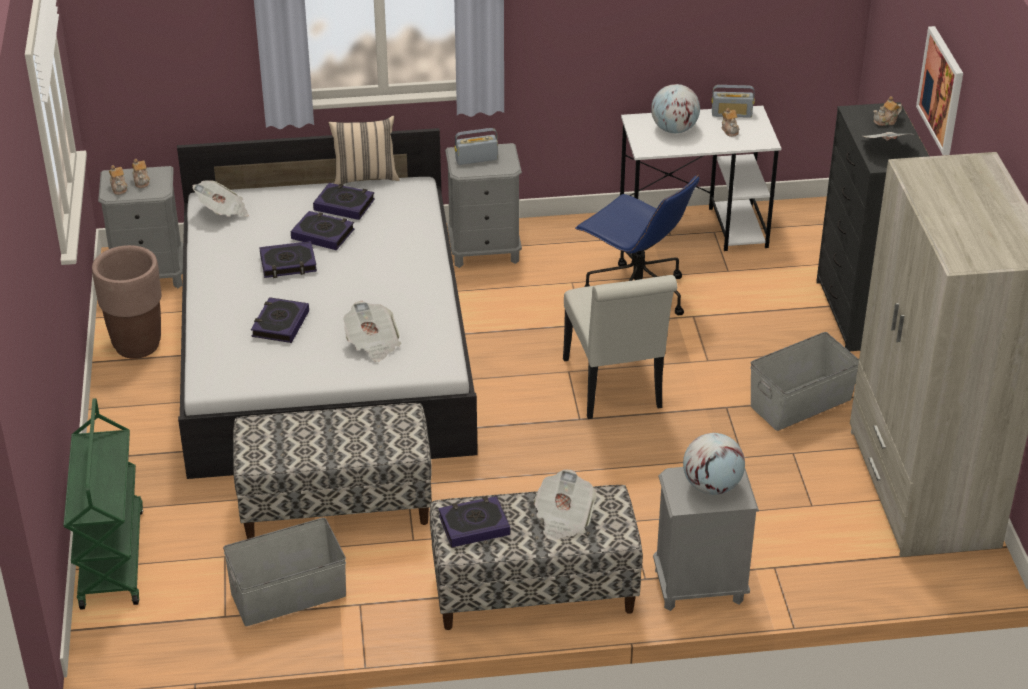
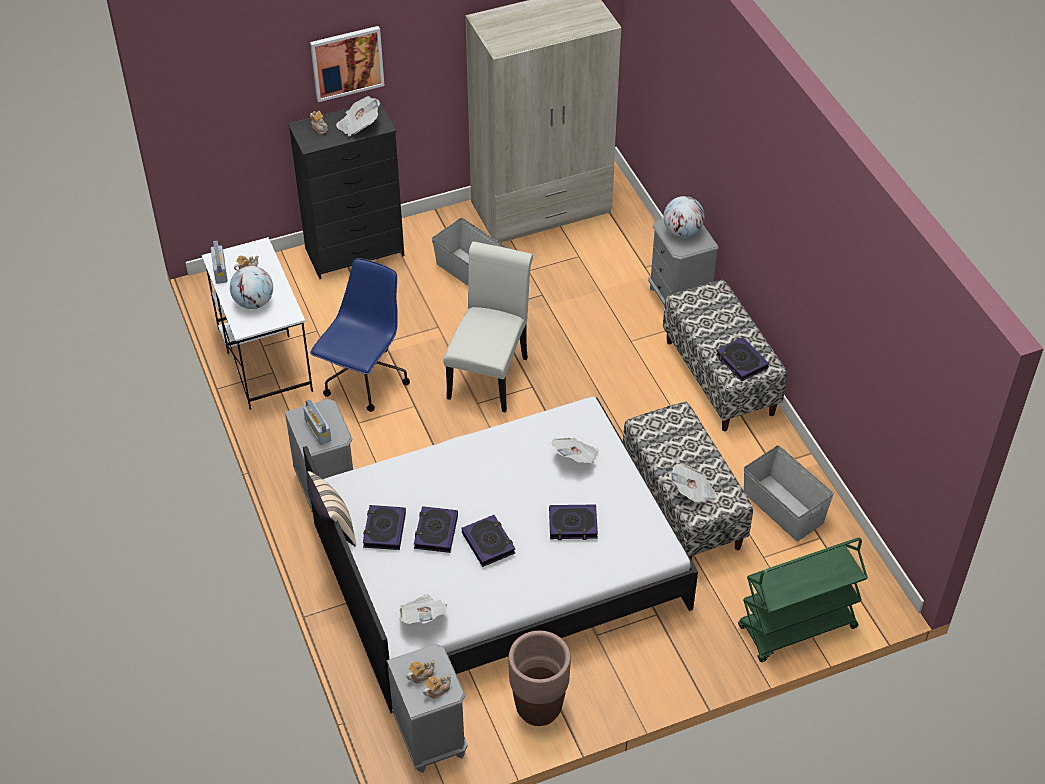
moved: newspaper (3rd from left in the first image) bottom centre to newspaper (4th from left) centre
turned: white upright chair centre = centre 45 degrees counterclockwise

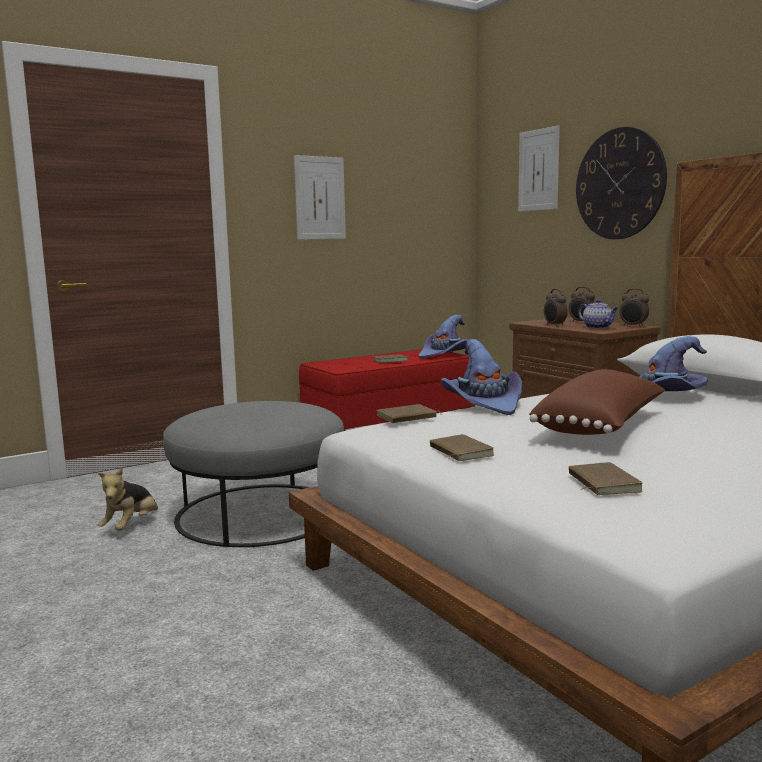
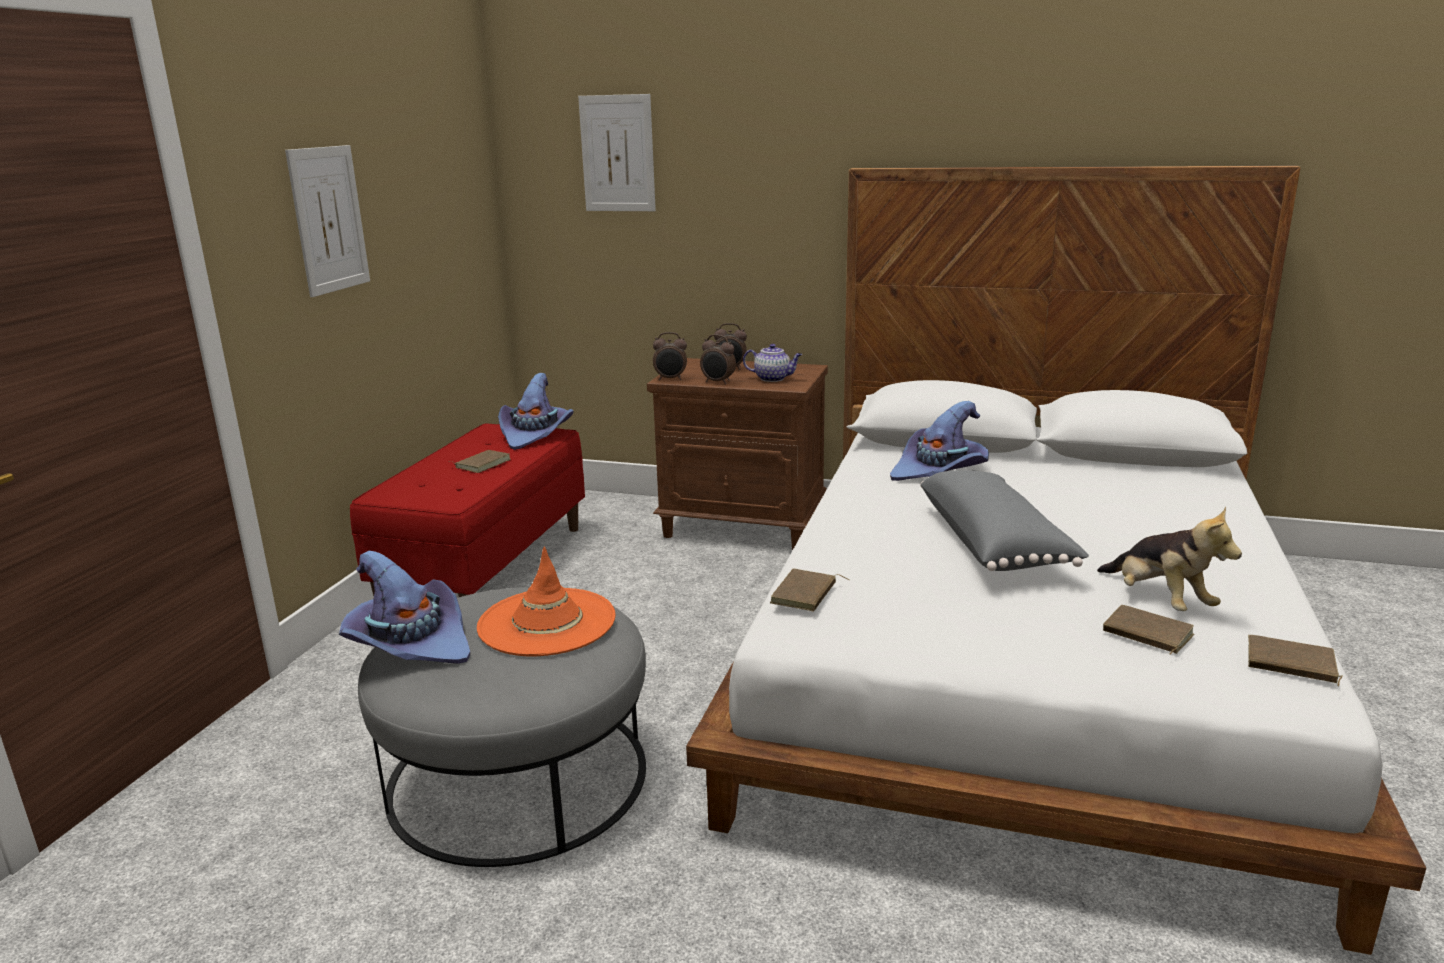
removed: hanging clock top right
added: orange-coloured clothing hat centre
moved: soft toy middle left to middle right; brown-coloured bound book (3rd from left in the first image) centre to brown-coloured bound book (4th from left) bottom right; purple-coloured clothing hat (2nd from left in the first image) centre to purple-coloured clothing hat (1st from left) middle left; table clock (3rd from left in the first image) middle right to table clock (1st from left) centre
recoloured: brown-coloured throw pillow middle right to gray throw pillow middle right

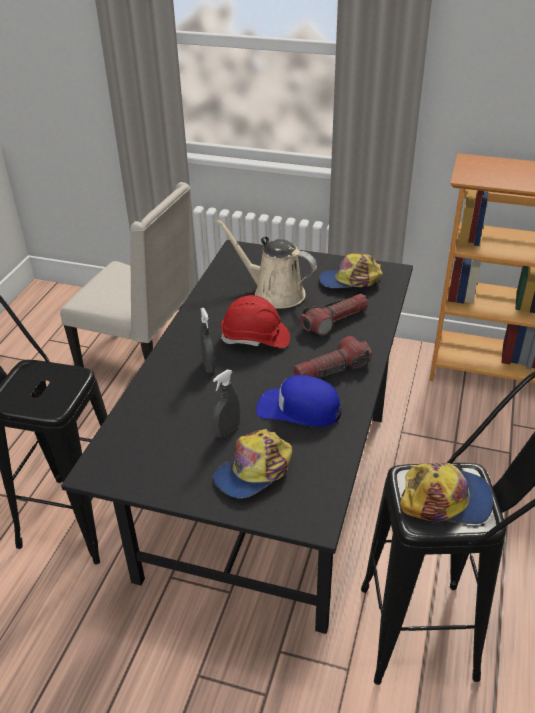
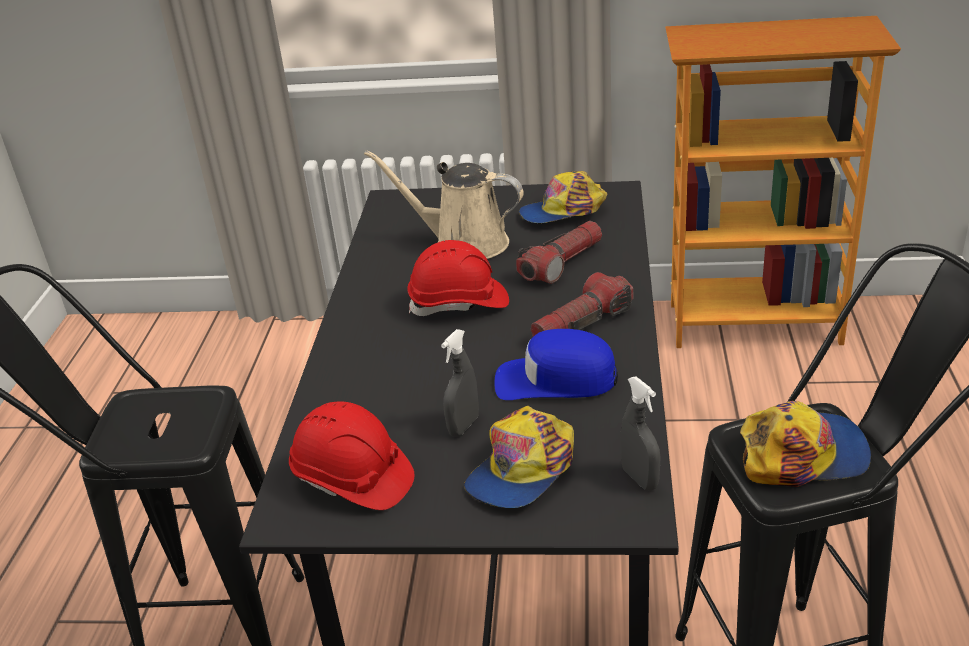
removed: beige-coloured upright chair middle left
added: reddish hard hat (1st from left) bottom centre
moved: gray spray bottle (1st from left in the first image) centre to gray spray bottle (2nd from left) bottom centre

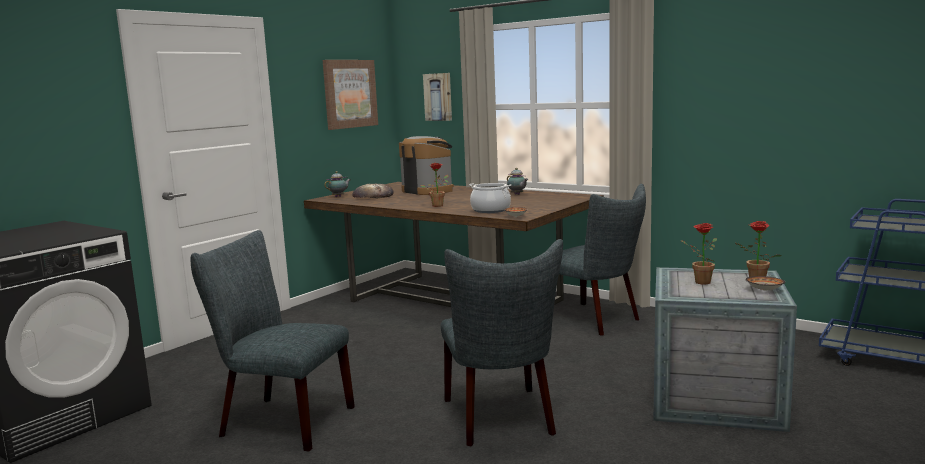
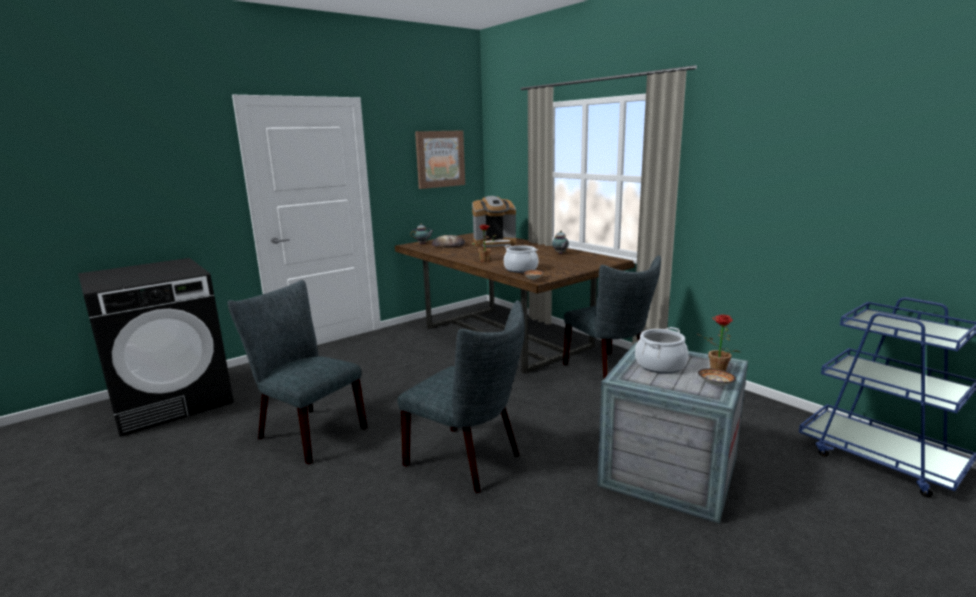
removed: wall art (2nd from left) top centre
replaced: houseplant (2nd from left) middle right to cooking pot (2nd from left) middle right
turned: coffee brewer centre = centre 105 degrees clockwise; gray upright chair (2nd from left) bottom centre = centre 60 degrees counterclockwise

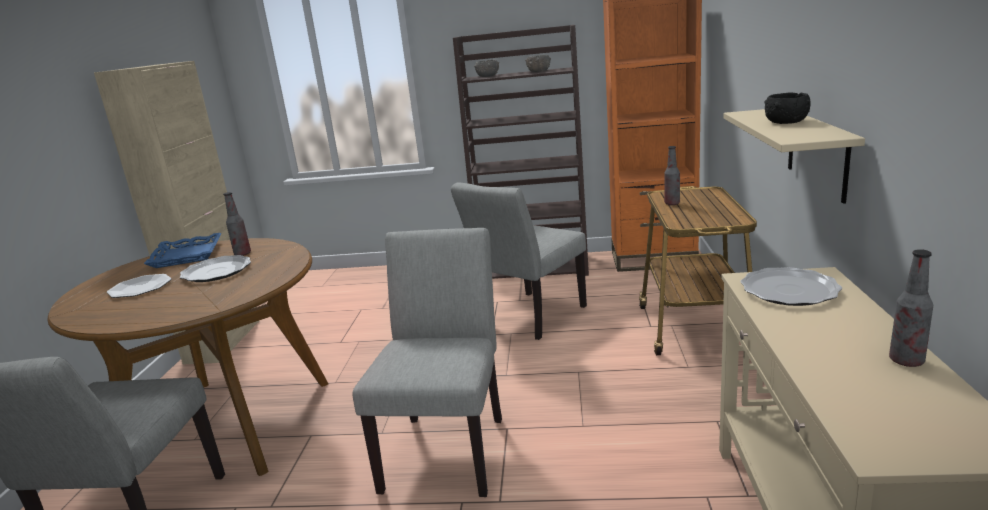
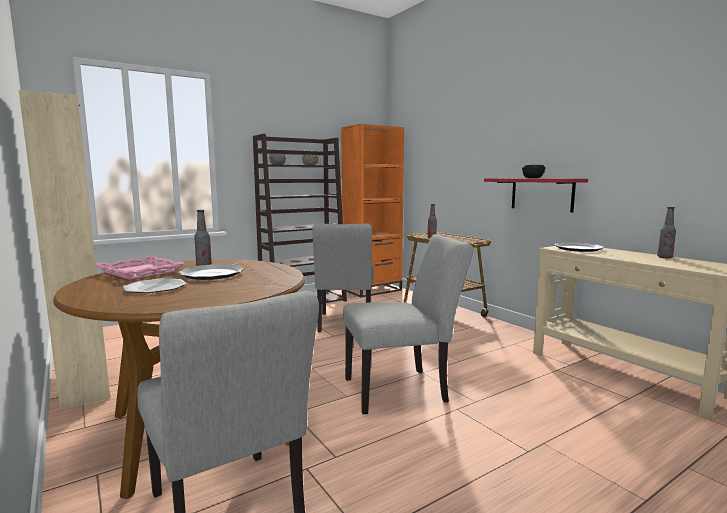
recoloured: blue-coloured serving tray middle left to pink-coloured serving tray middle left; beige-coloured shelf top right to reddish shelf middle right
turned: gray upright chair (2nd from left in the first image) bottom centre = centre 105 degrees clockwise

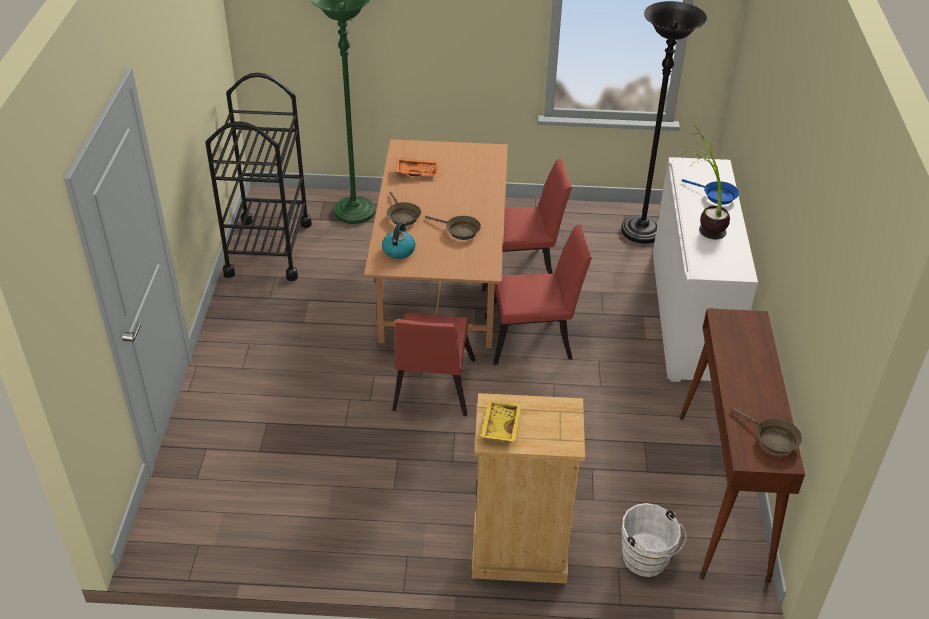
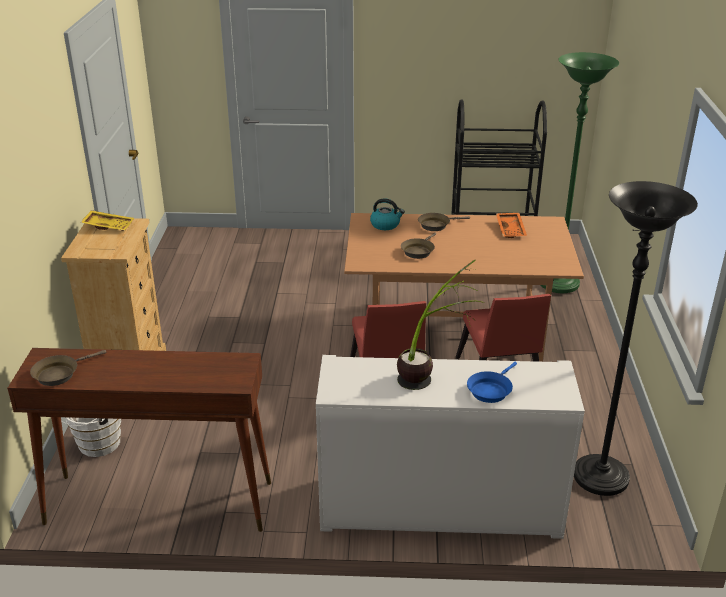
removed: reddish upright chair (1st from left) centre

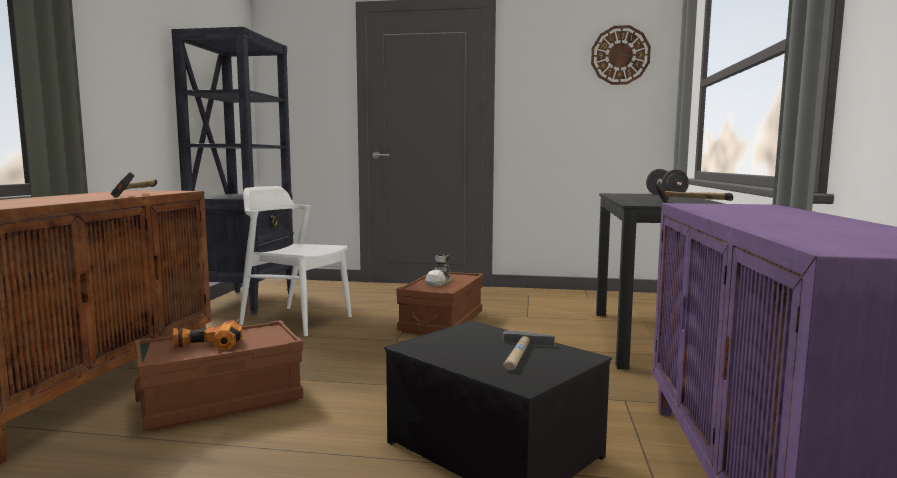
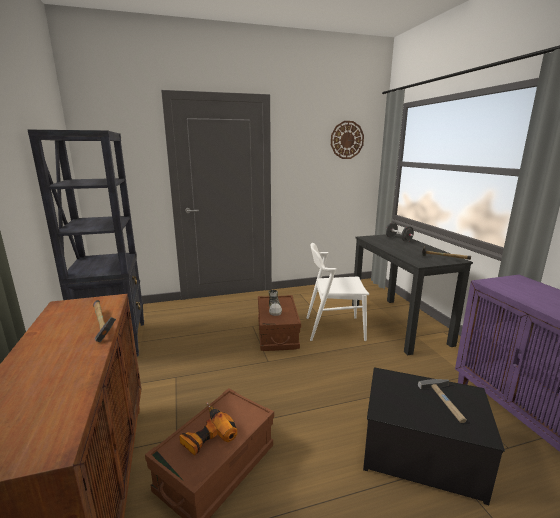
moved: white upright chair middle left to centre

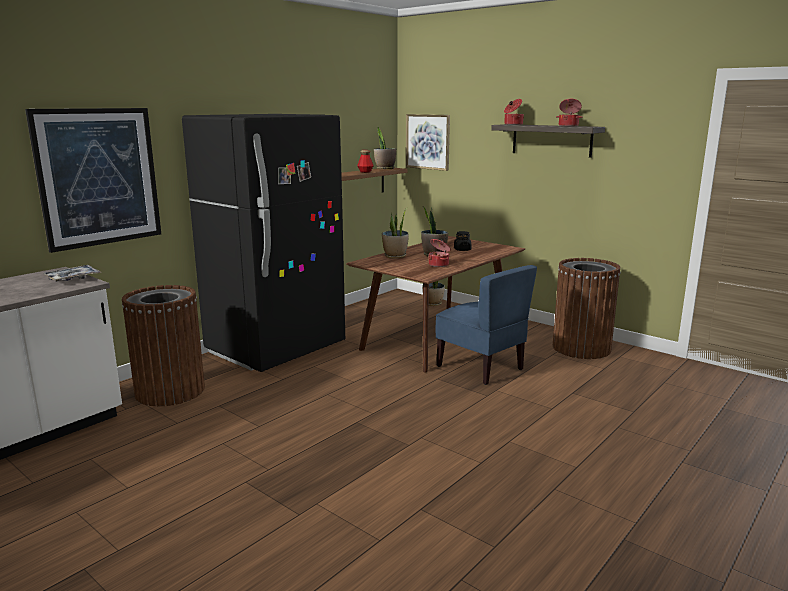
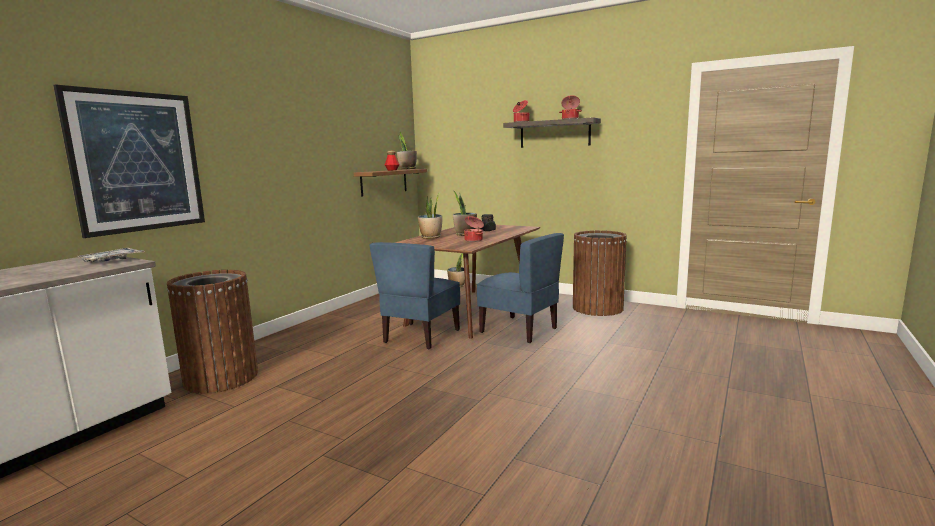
removed: black-coloured kitchen fridge centre; wall art (2nd from left) top centre
added: blue-coloured upright chair (1st from left) centre

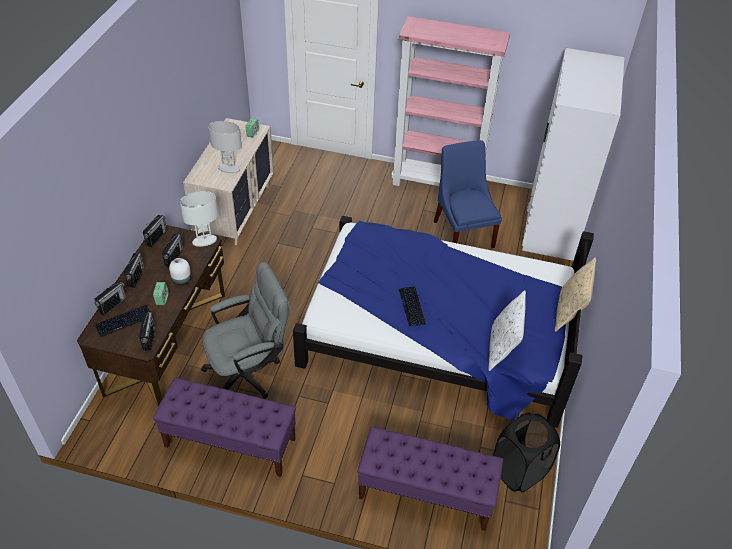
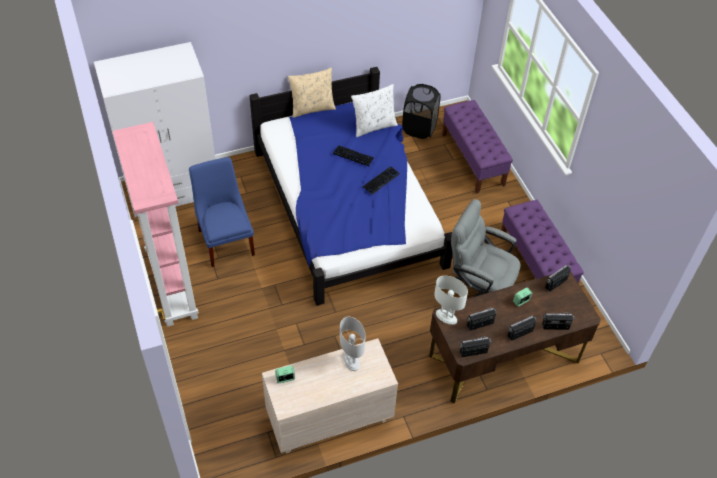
removed: white decorative vase middle left
moved: computer keyboard (1st from left) middle left to top centre
turned: blue-coloured upright chair centre = middle left 120 degrees clockwise

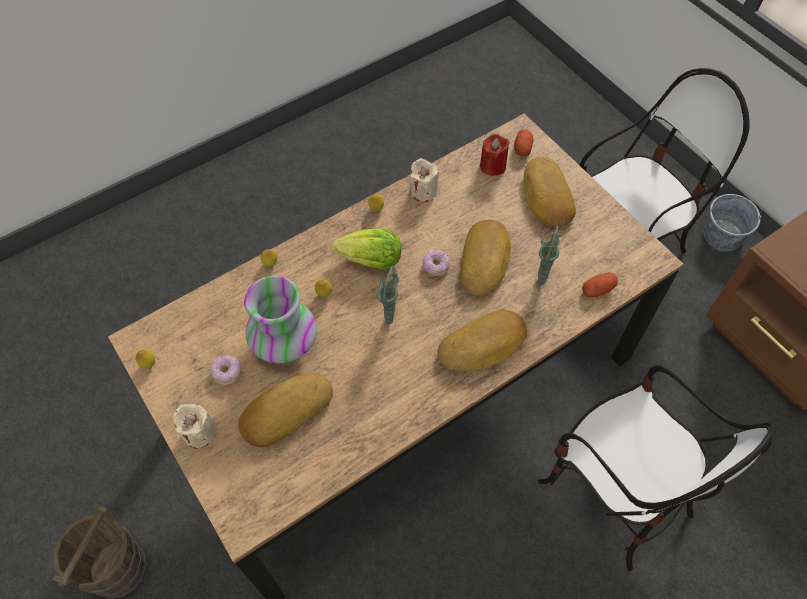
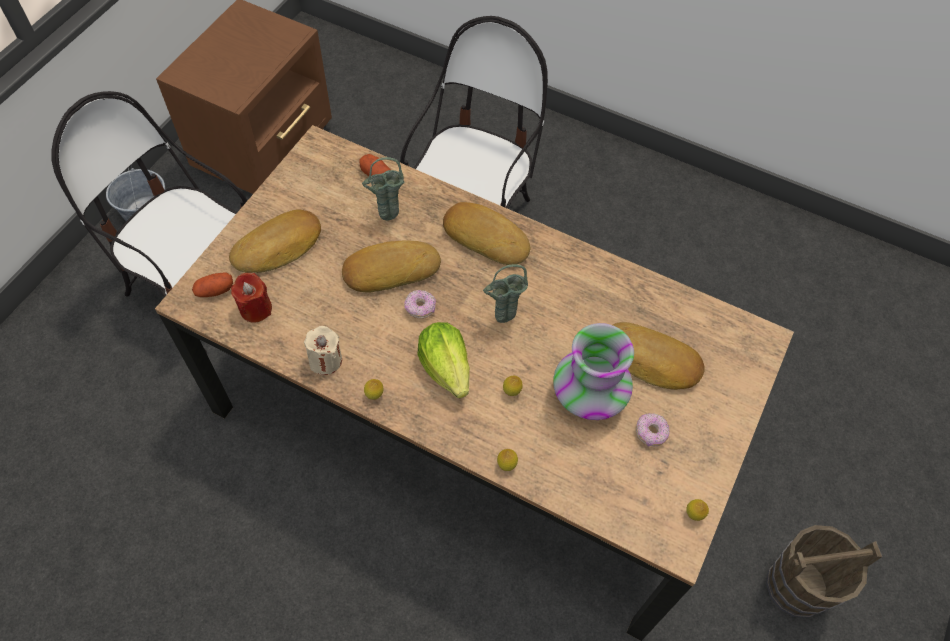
removed: beige-coloured candle (1st from left) bottom left

